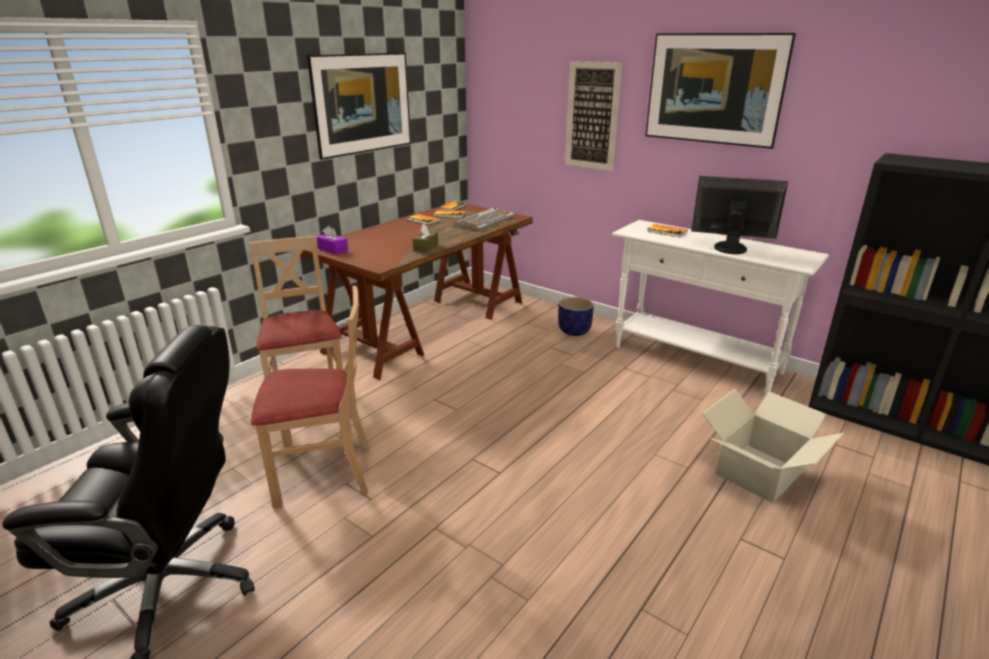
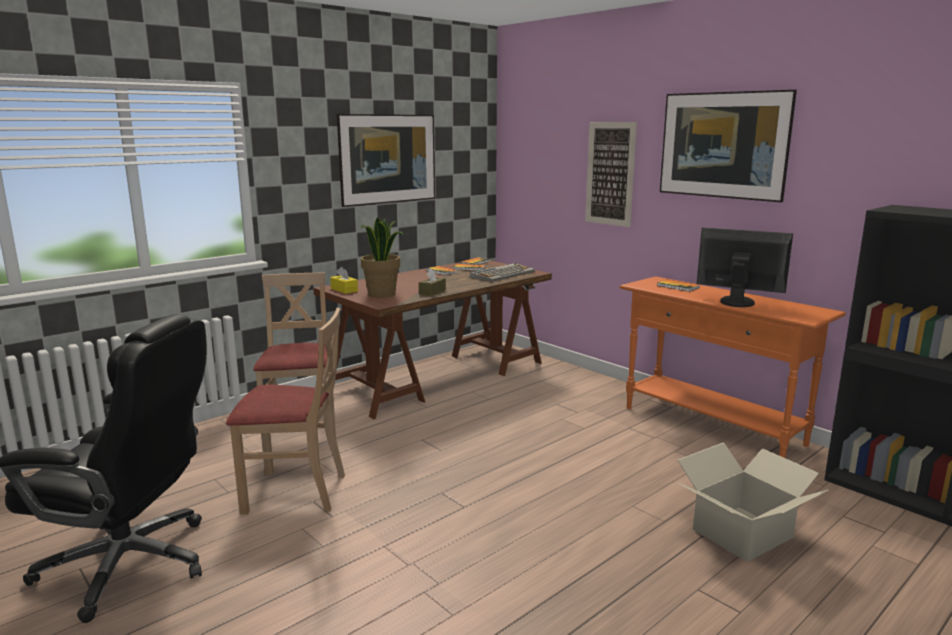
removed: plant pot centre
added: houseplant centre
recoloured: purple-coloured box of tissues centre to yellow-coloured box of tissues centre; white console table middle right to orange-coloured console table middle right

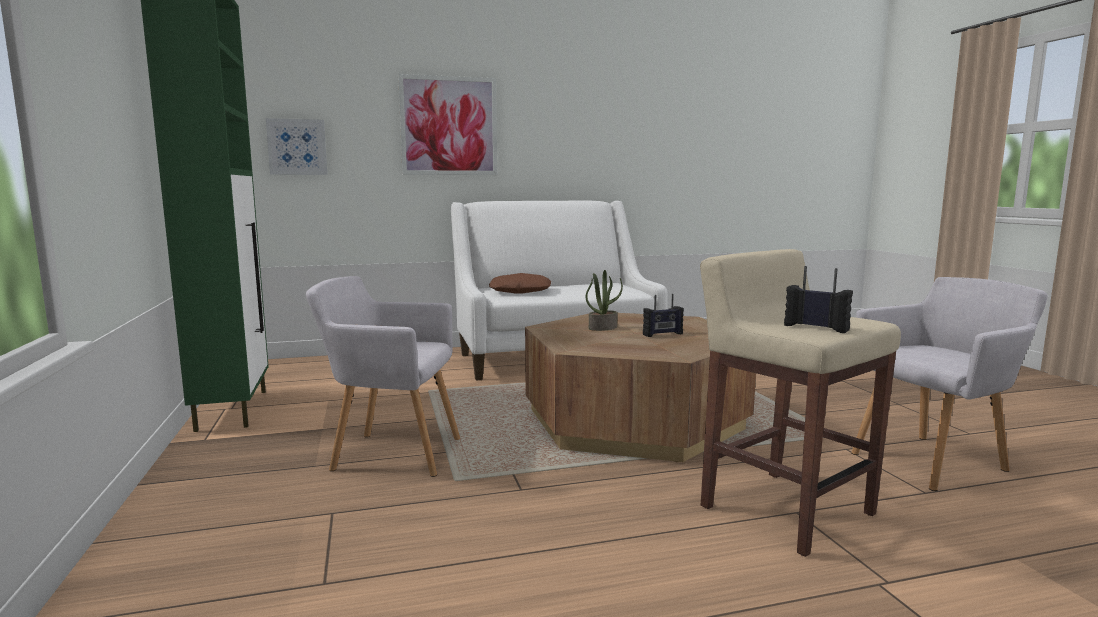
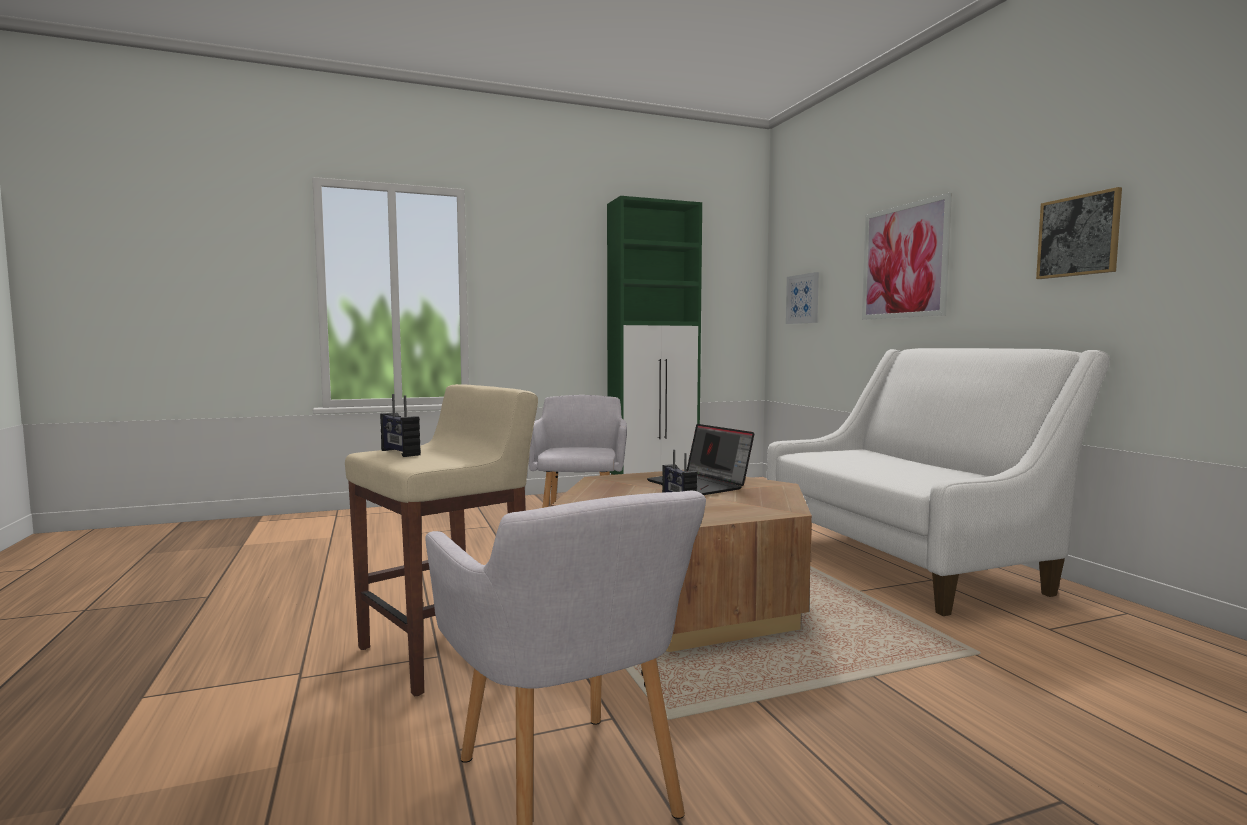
removed: brown-coloured throw pillow centre
added: wall art (3rd from left) top right
replaced: houseplant centre to laptop centre
turned: radio set (2nd from left in the first image) middle right = middle left 105 degrees clockwise

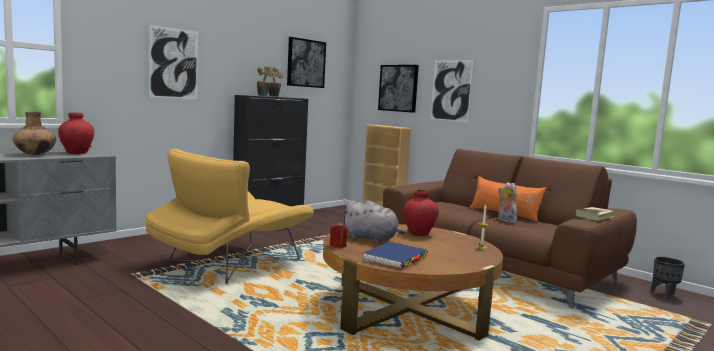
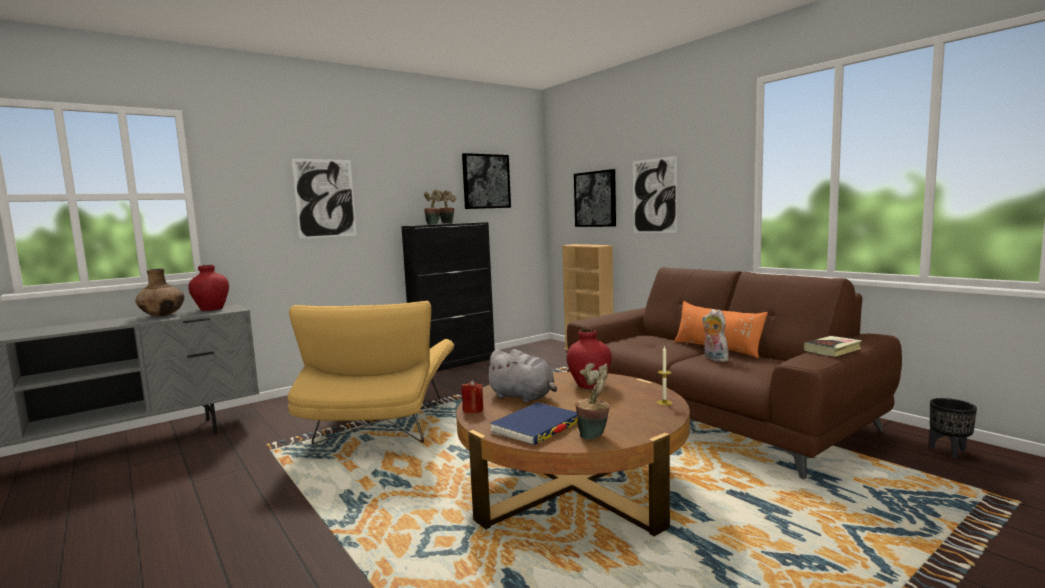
added: houseplant (3rd from left) bottom centre
turned: yellow-coloured lounge chair middle left = centre 45 degrees counterclockwise

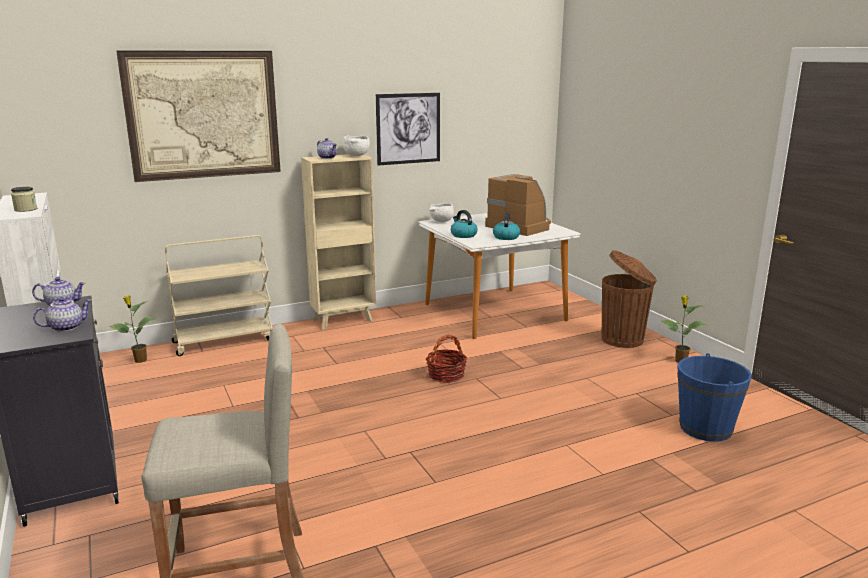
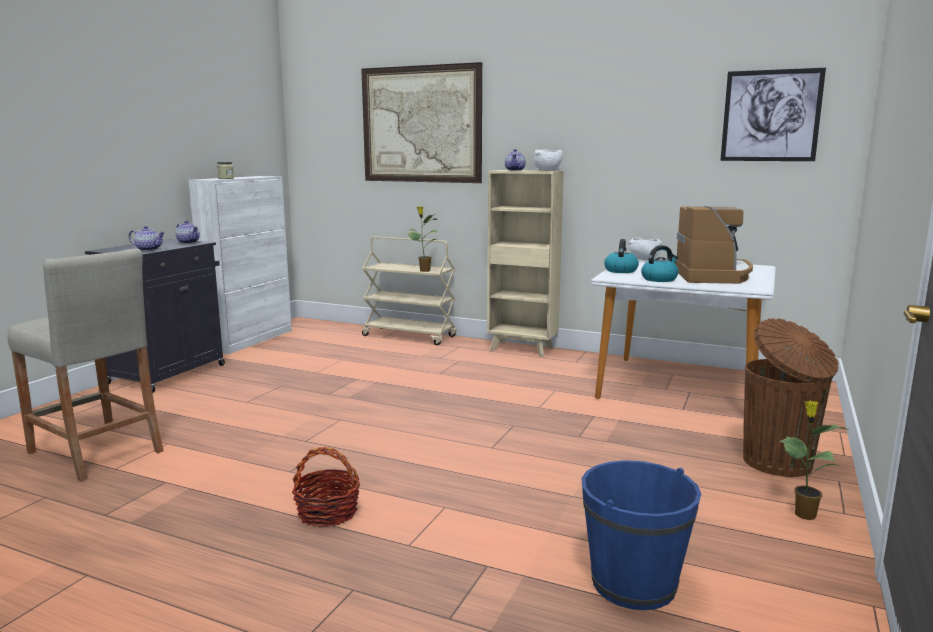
moved: houseplant (1st from left) middle left to centre; wall art (2nd from left) top centre to top right; household basket centre to bottom centre

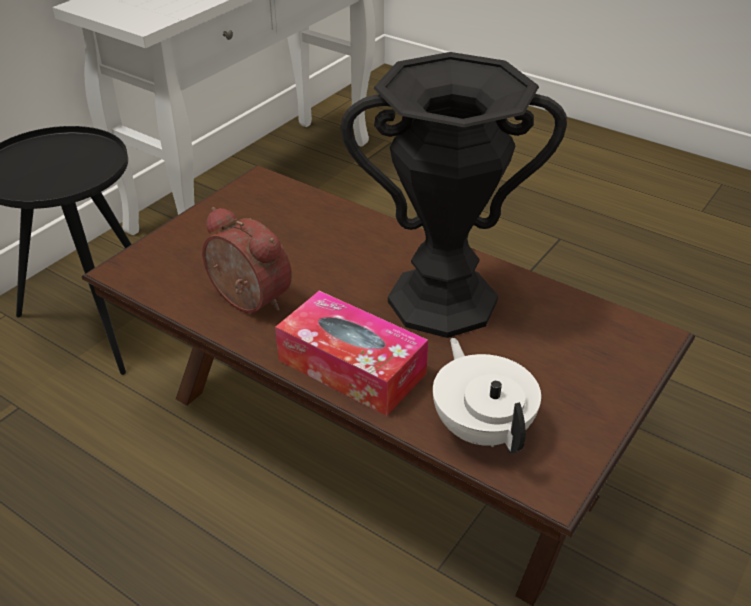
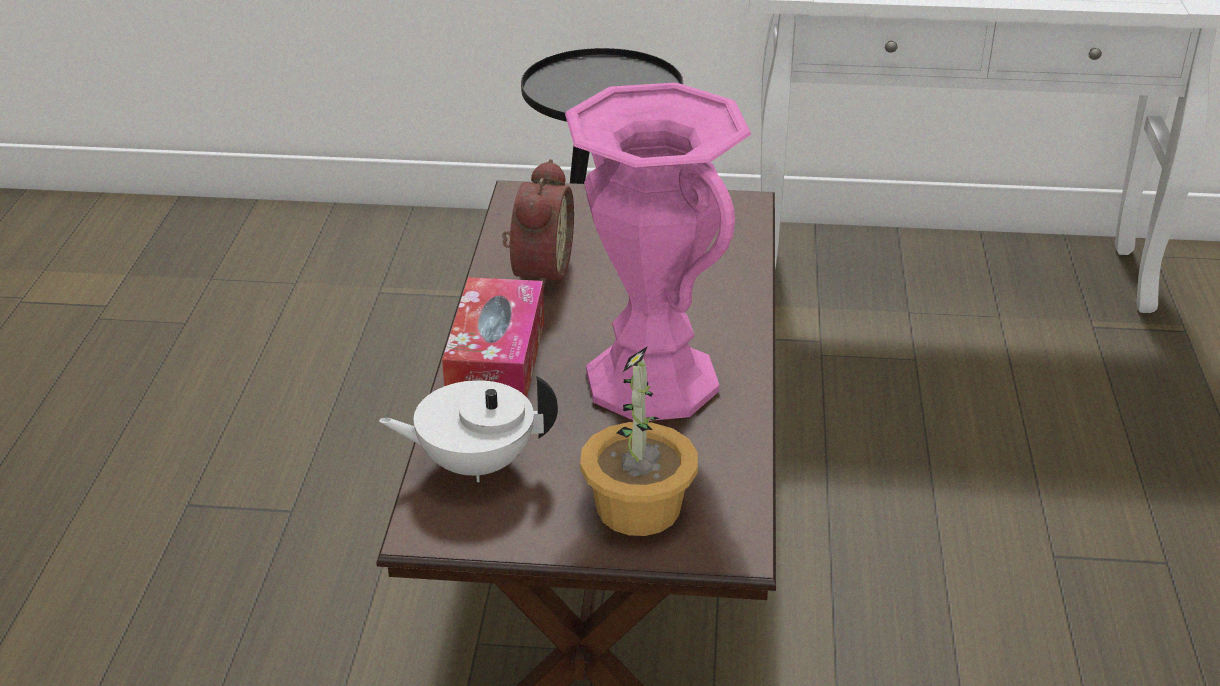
added: houseplant centre
recoloured: black-coloured decorative vase top centre to pink-coloured decorative vase centre
turned: white tea pot centre = centre 135 degrees counterclockwise

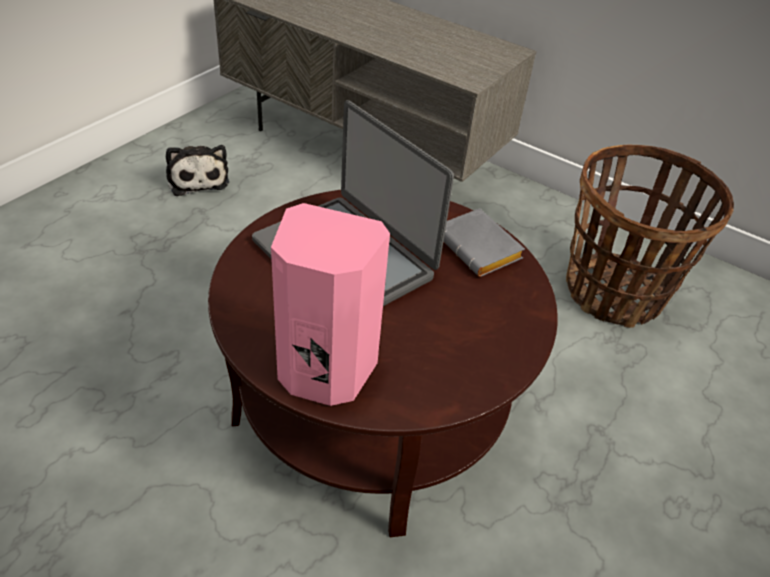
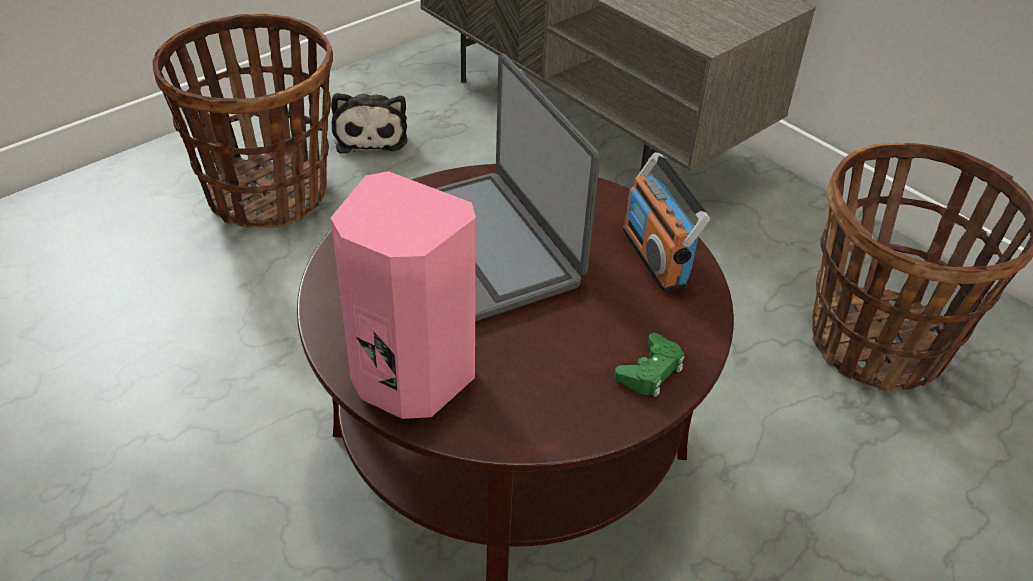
added: household basket (1st from left) top left; green-coloured gamepad centre
replaced: gray bound book centre to radio set centre

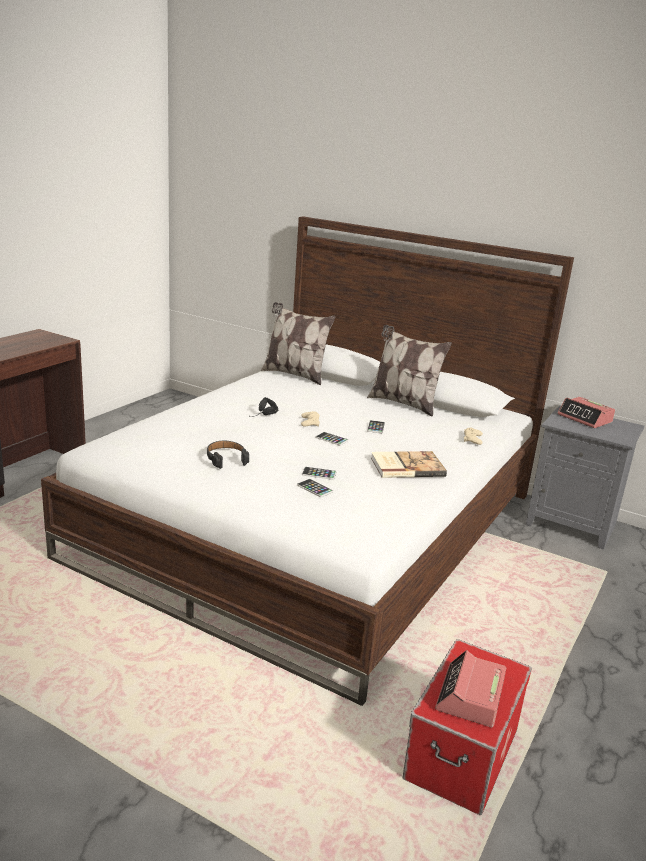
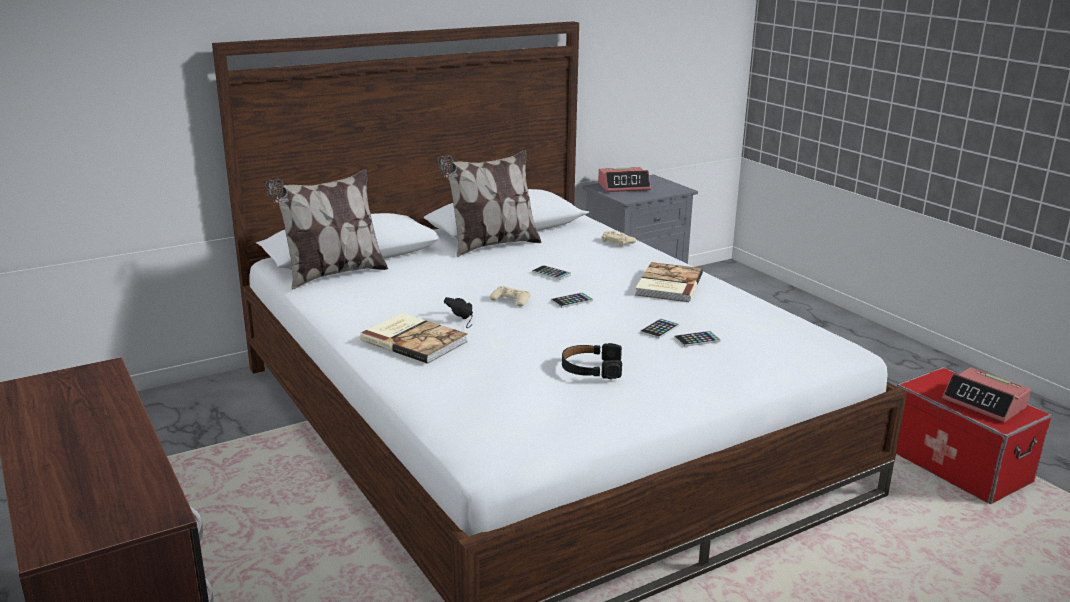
added: bound book (1st from left) centre

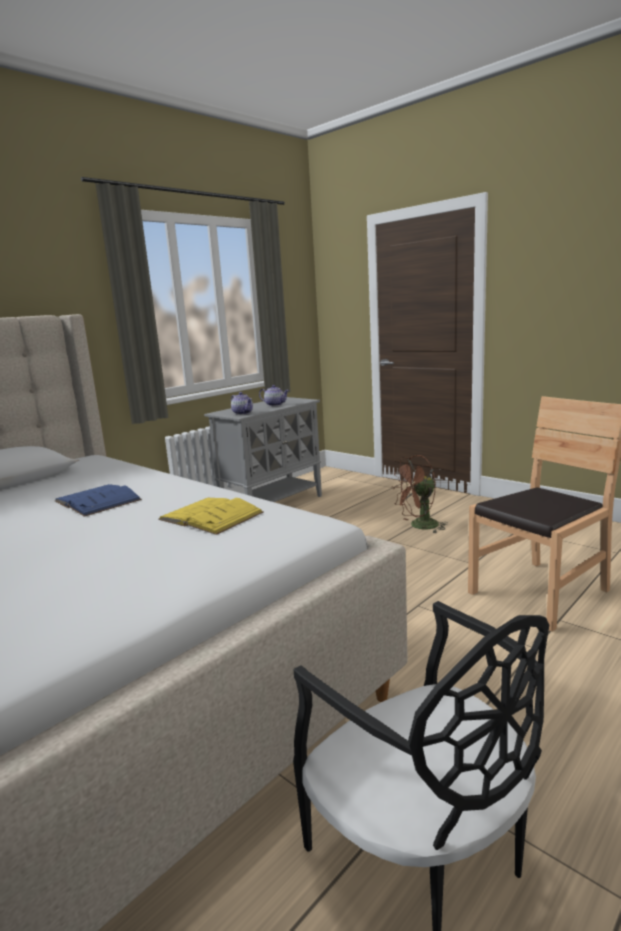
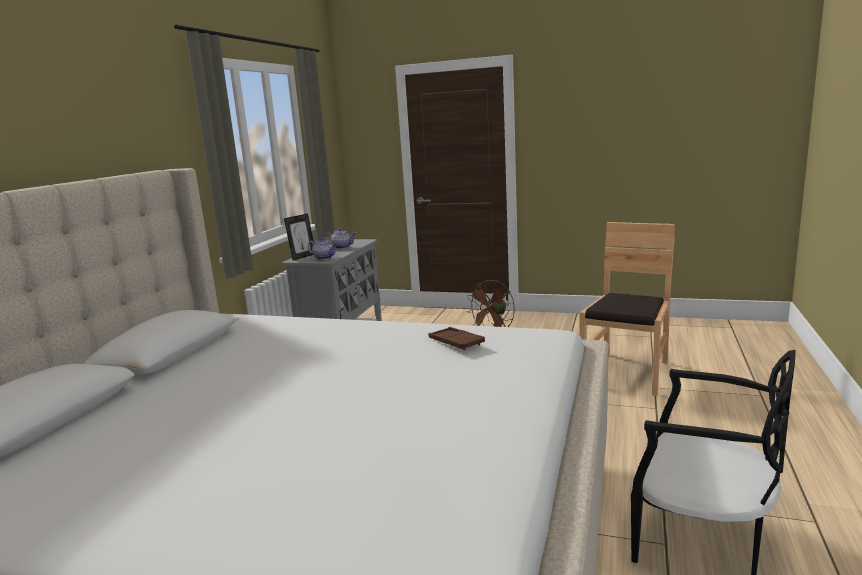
removed: blue-coloured bound book middle left
added: picture frame centre
replaced: yellow-coloured bound book centre to brown-coloured serving tray centre

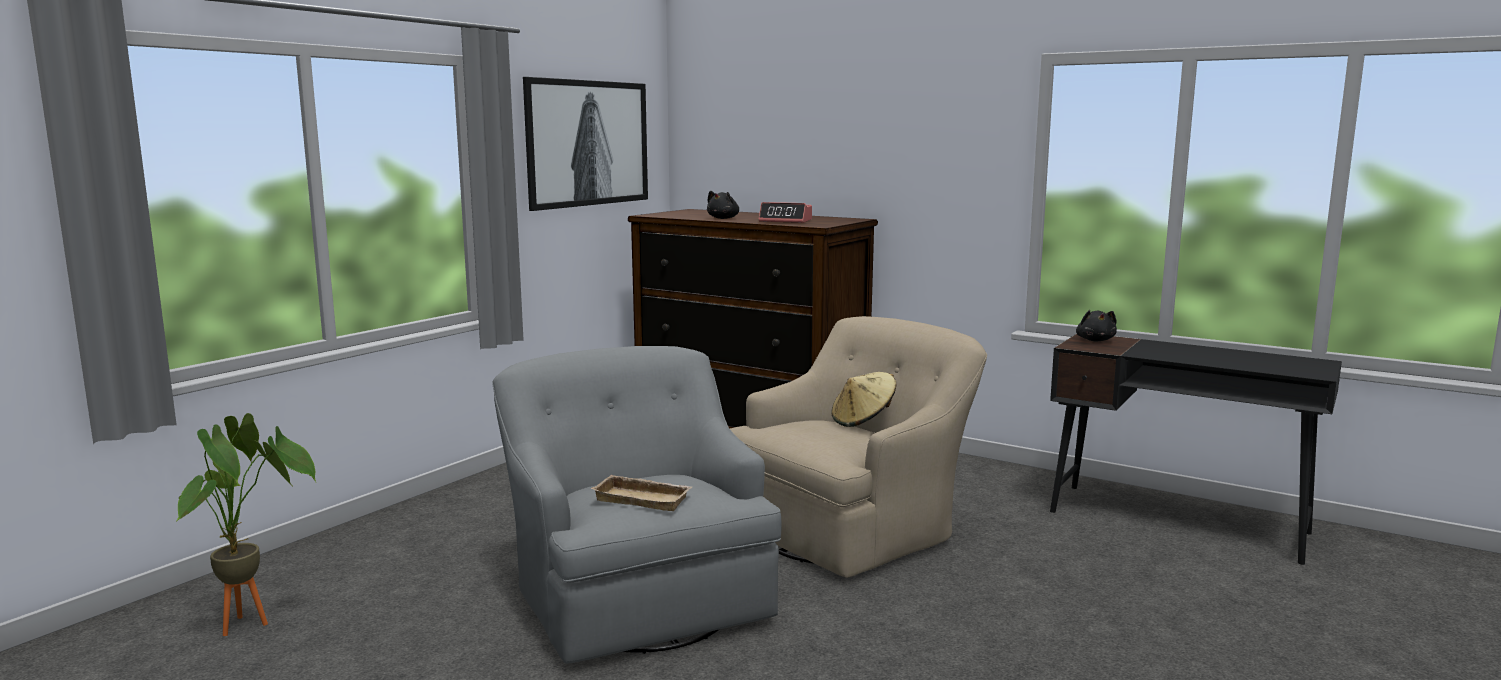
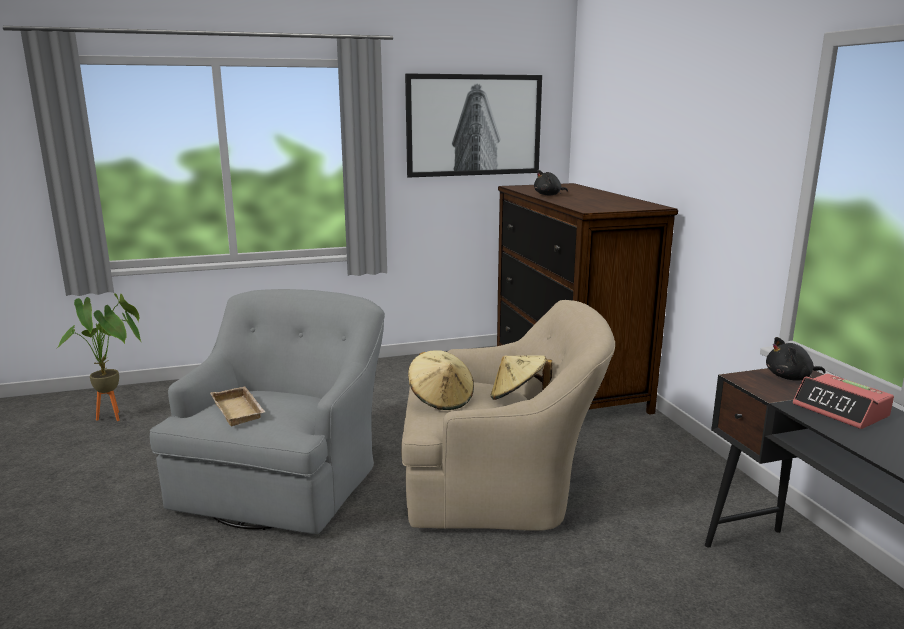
added: beige-coloured clothing hat (1st from left) centre
moved: table clock top centre to middle right
turned: black-coloured soft toy (2nd from left) middle right = middle right 45 degrees clockwise

